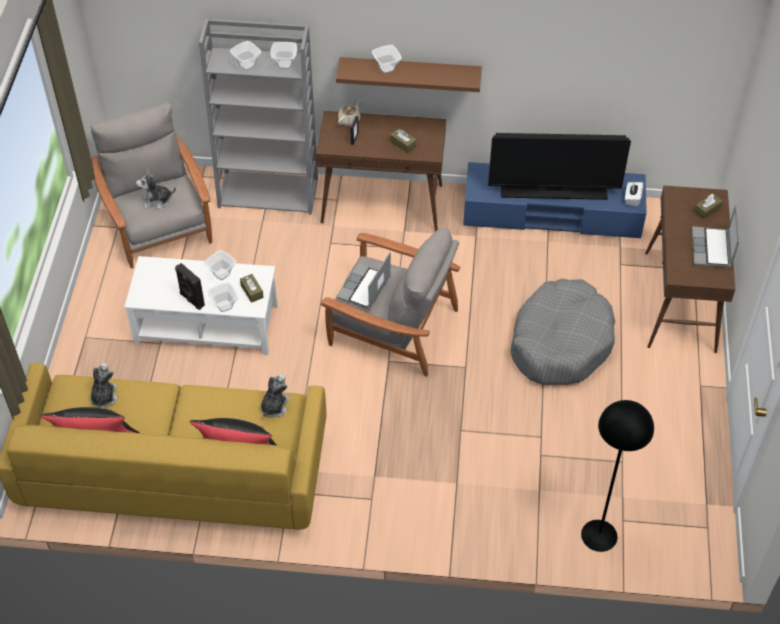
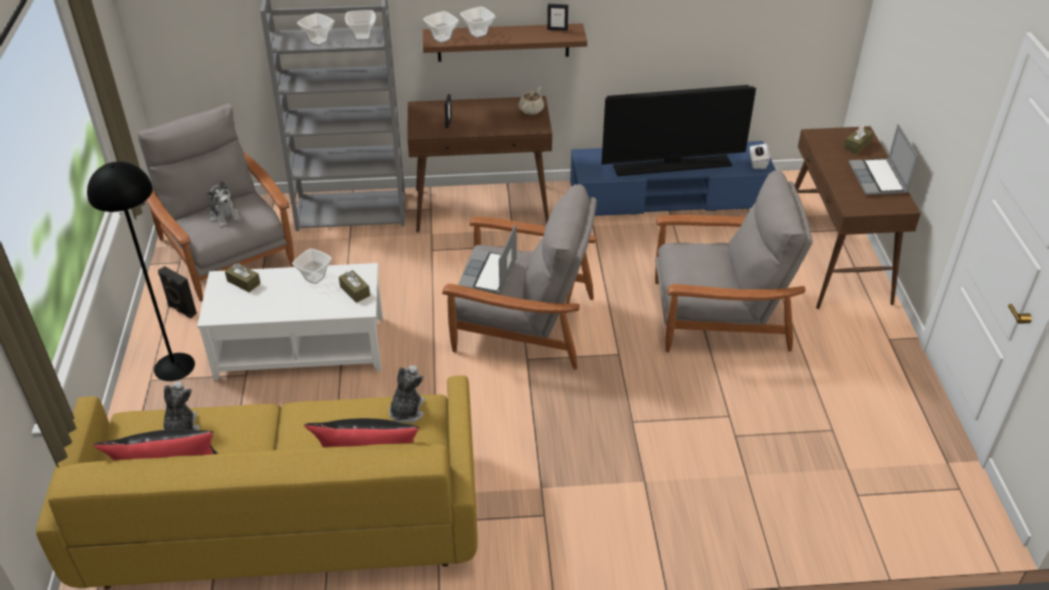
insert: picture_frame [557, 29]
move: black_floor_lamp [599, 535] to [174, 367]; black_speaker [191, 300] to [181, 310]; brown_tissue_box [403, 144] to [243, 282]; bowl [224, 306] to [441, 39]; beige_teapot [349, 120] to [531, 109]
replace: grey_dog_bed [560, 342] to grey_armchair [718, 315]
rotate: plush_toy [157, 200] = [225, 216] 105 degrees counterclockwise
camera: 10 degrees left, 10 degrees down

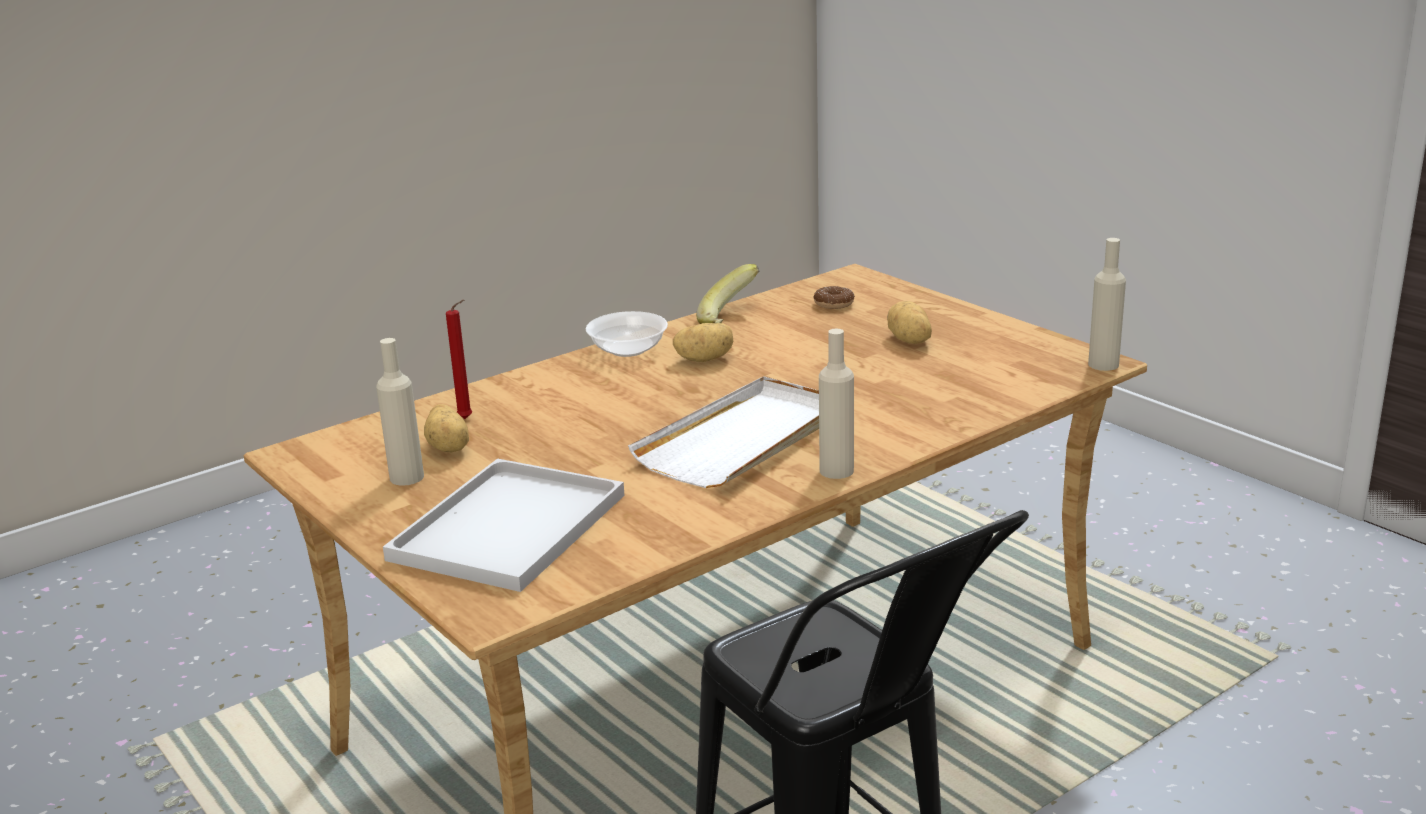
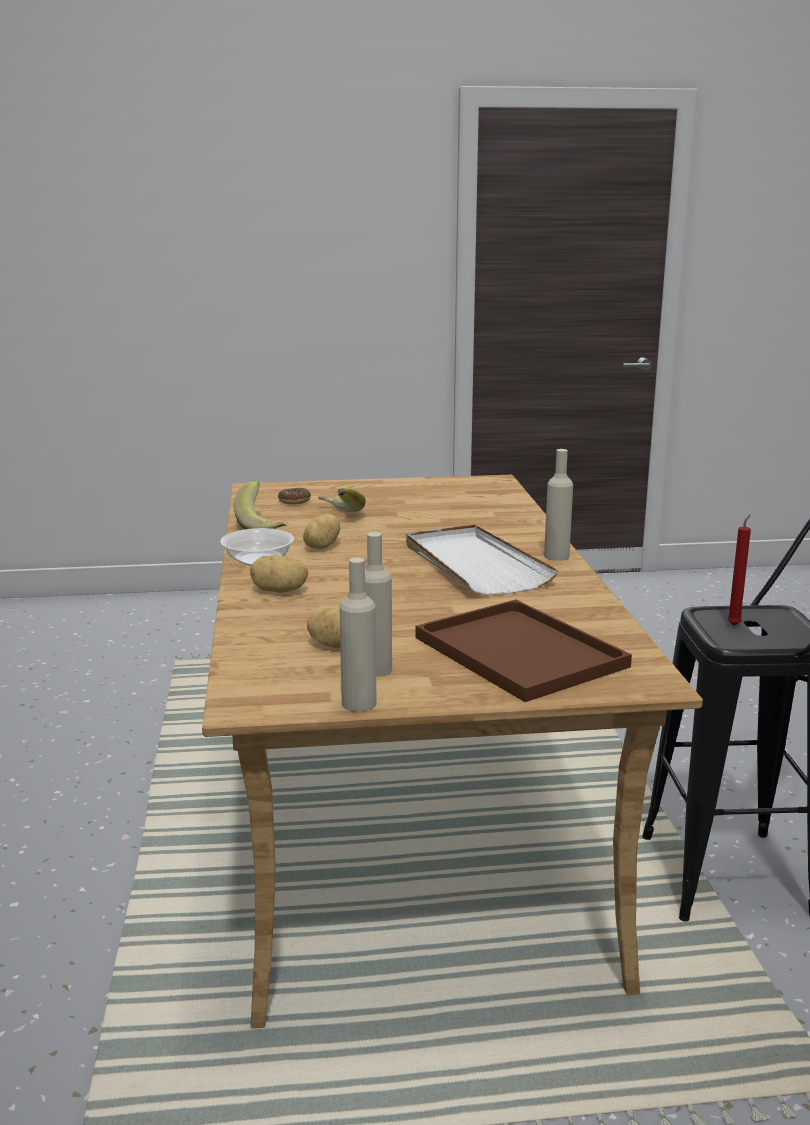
insert: banana [337, 516]
move: potato [909, 341] to [279, 591]; beige_bottle [1103, 364] to [359, 703]; red_candle [467, 419] to [734, 624]
recolor: white_tray [509, 524] to brown_tray [515, 651]
camera: 60 degrees left, 5 degrees down

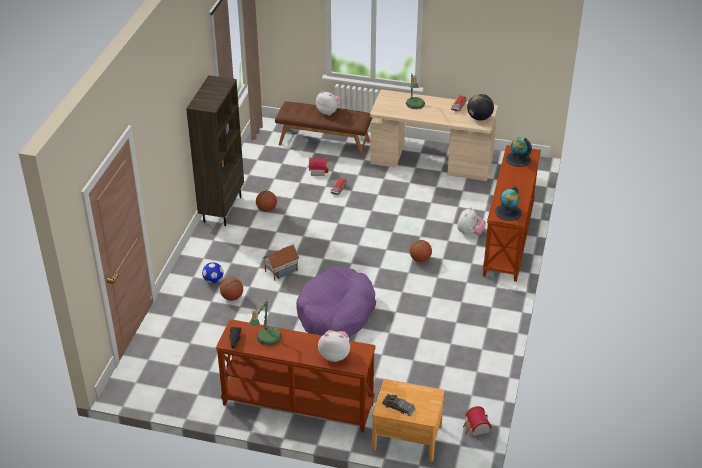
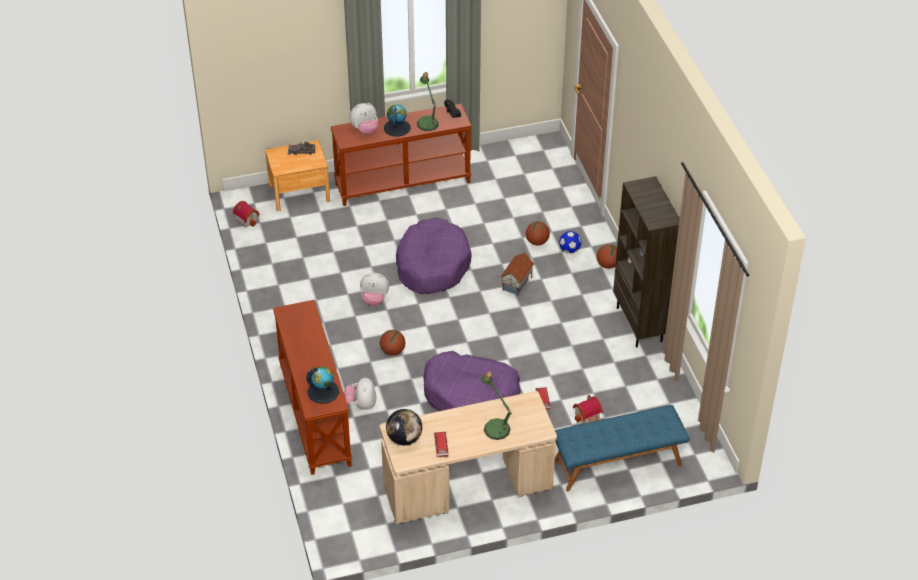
insert: purple_dog_bed [471, 394]
move: plush_toy [328, 112] to [374, 299]; globe [508, 212] to [397, 128]; basketball [266, 209] to [607, 265]
recolor: brown_bench [324, 142] to blue_bench [618, 463]
camera: 150 degrees right, 5 degrees up

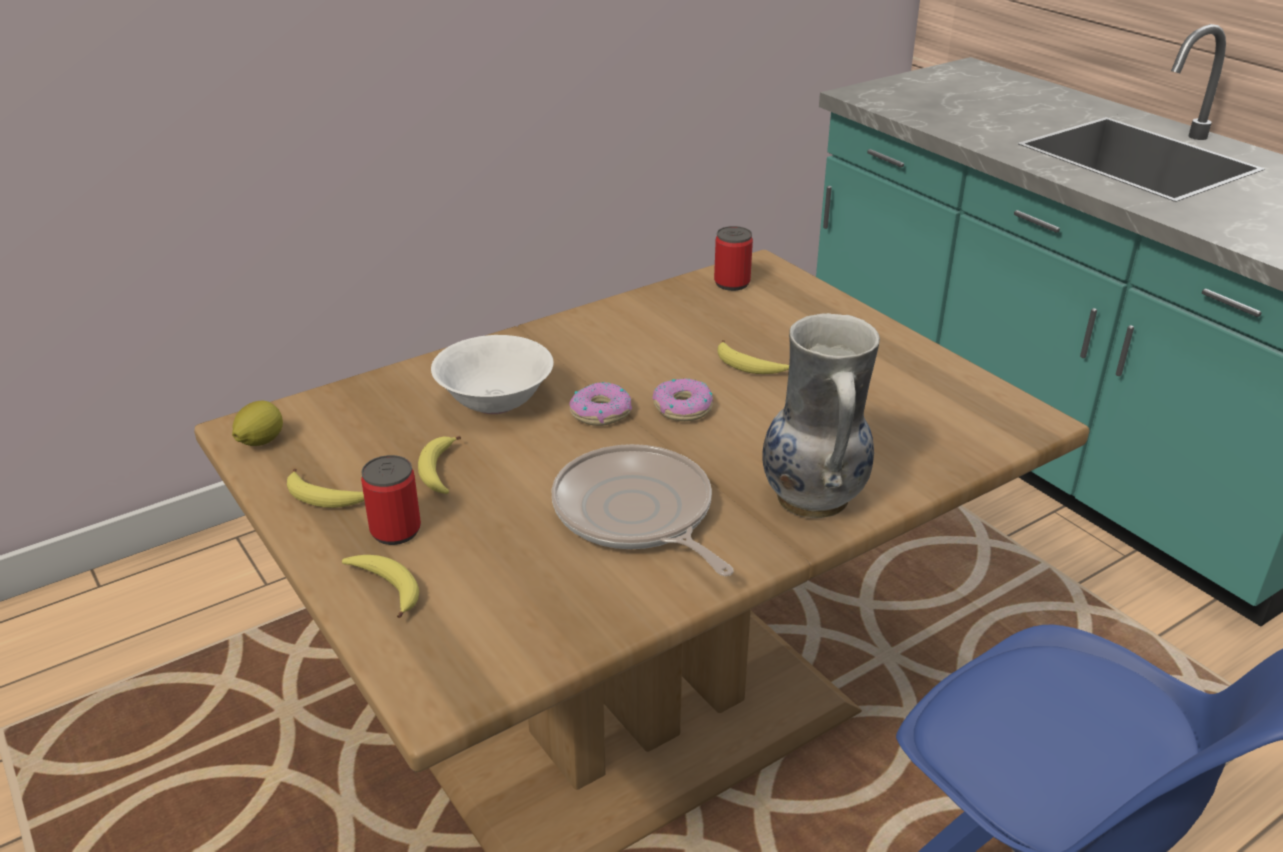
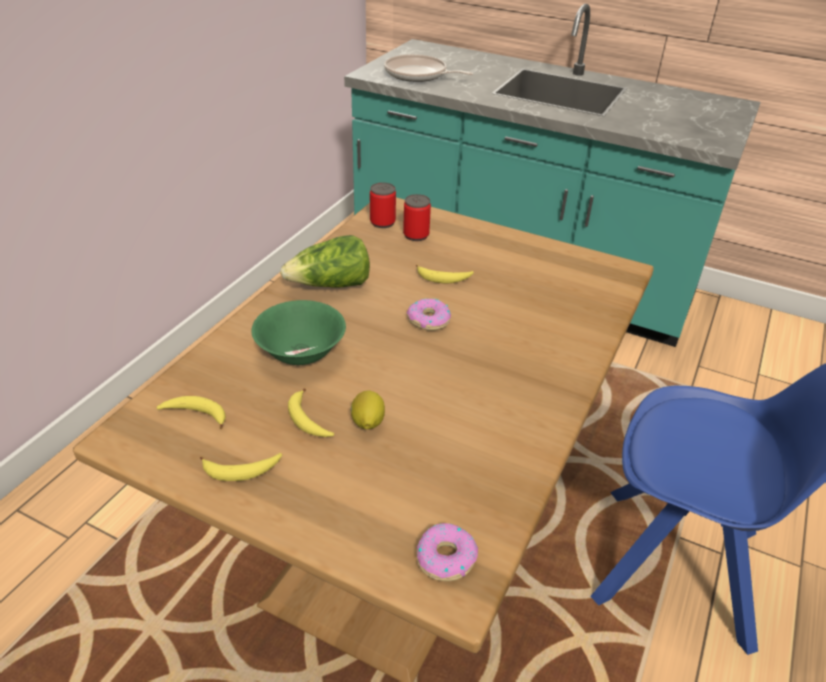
delete: vase [815, 498]
insert: lettuce [331, 285]
move: banana [386, 588] to [196, 415]; lemon [260, 442] to [367, 423]; frying_pan [636, 515] to [418, 75]; can [395, 530] to [416, 235]; donut [600, 412] to [445, 557]
recolor: white_bowl [495, 402] to green_bowl [300, 353]
camera: 30 degrees left, 5 degrees up

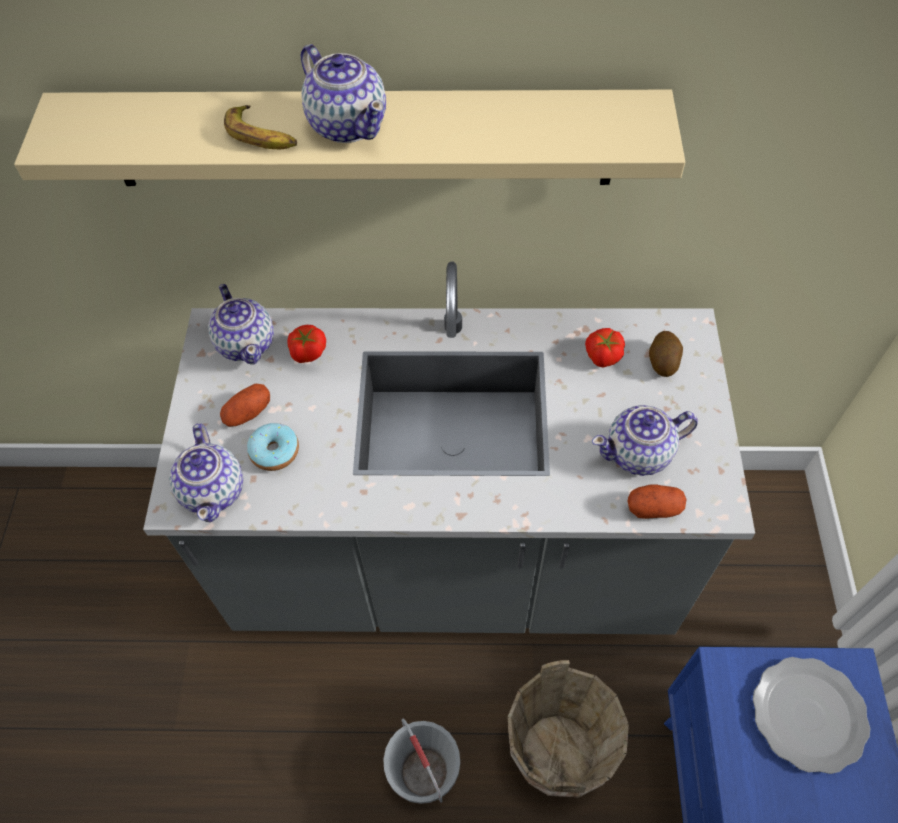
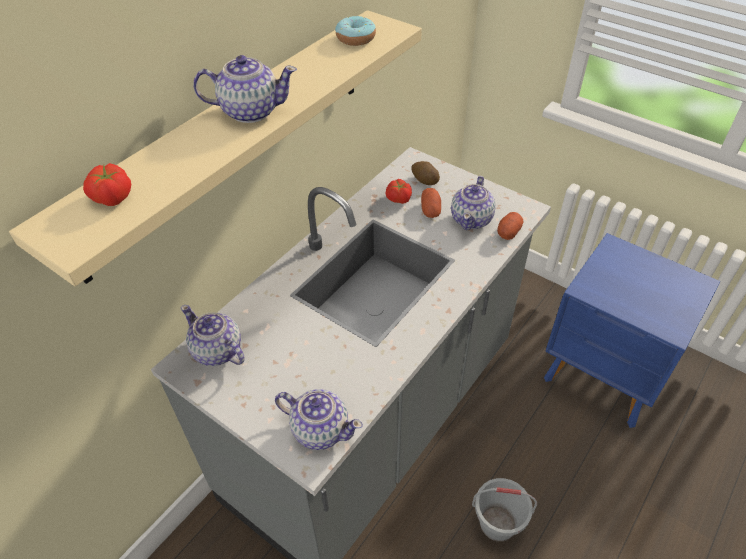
delete: banana [262, 136]; brown_bucket [558, 753]; plate [806, 715]
move: tomato [307, 351] to [112, 197]; donut [274, 452] to [355, 38]; potato [248, 413] to [430, 210]
rotate: teapot [246, 343] = [217, 351] 150 degrees counterclockwise
camera: 55 degrees left, 10 degrees down

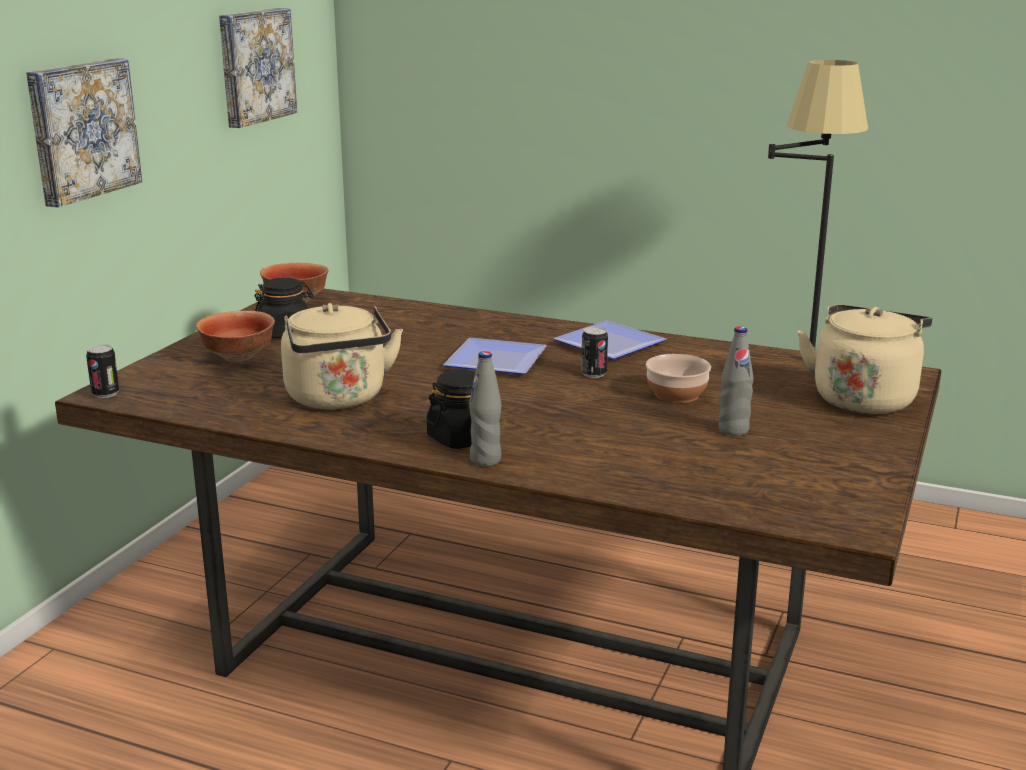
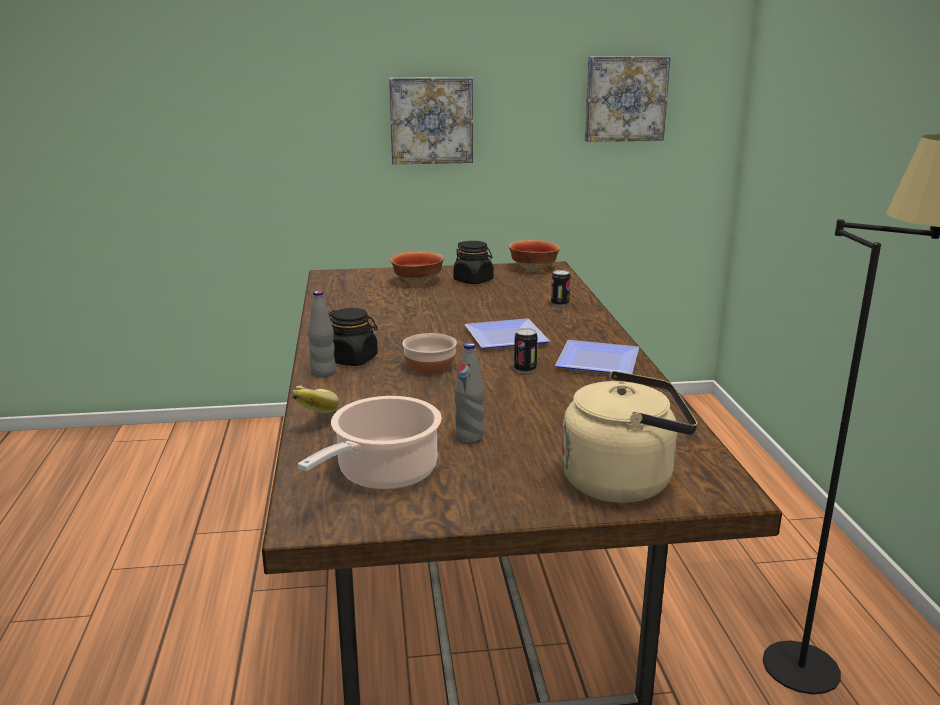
delete: beige_kettle [338, 399]
insert: banana [307, 415]; cooking_pot [383, 474]
move: bowl [675, 394] to [429, 366]; can [105, 393] to [560, 304]
camera: 60 degrees right, 0 degrees up

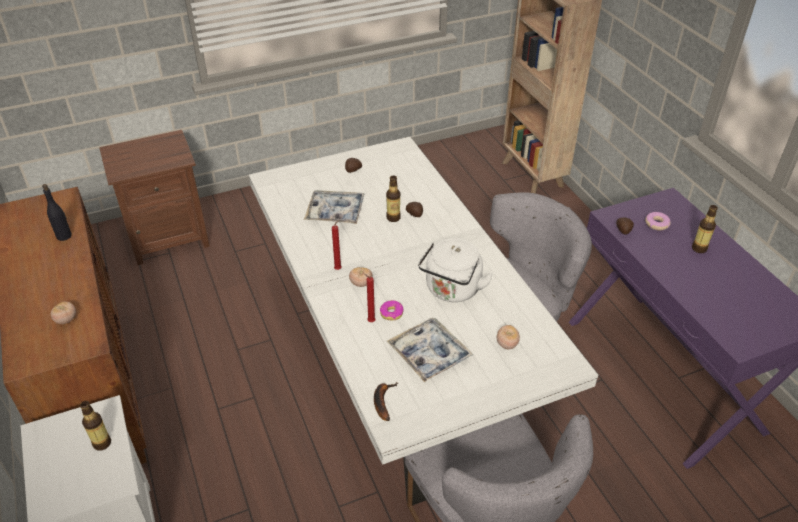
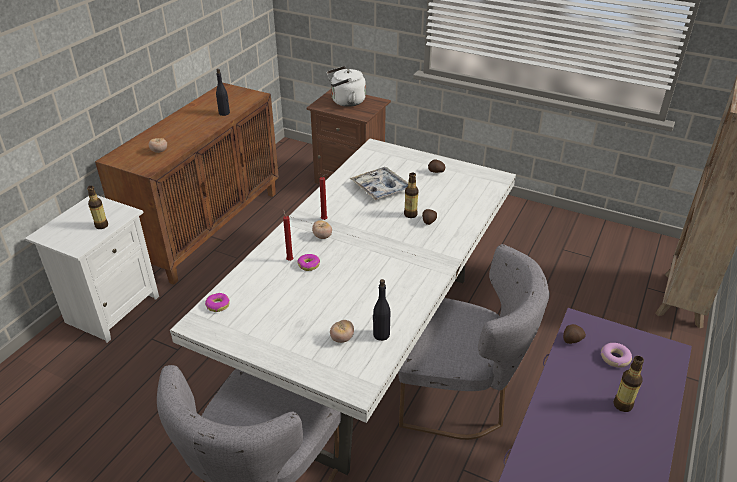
delete: tray [429, 354]
insert: black_bottle [381, 335]
move: white_kettle [452, 290] to [346, 102]
replace: banana [382, 401] to donut [218, 305]
camera: 50 degrees right, 5 degrees down

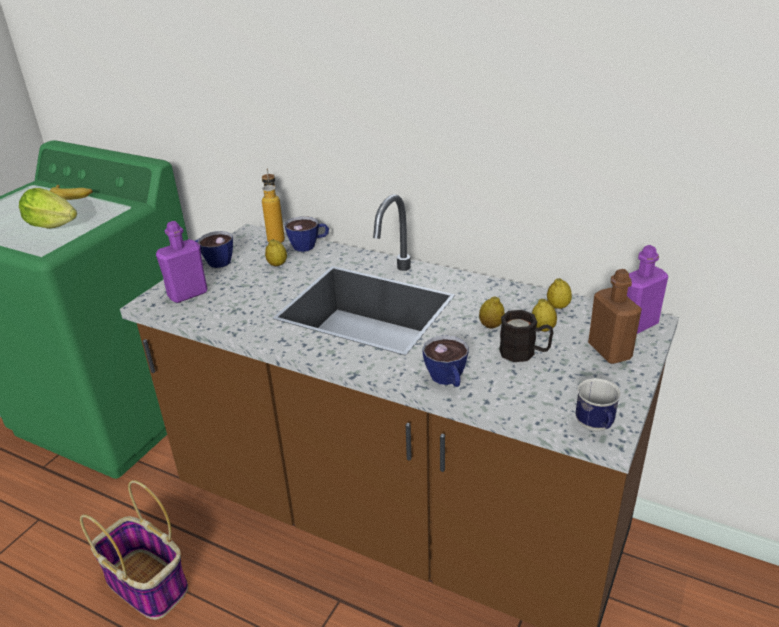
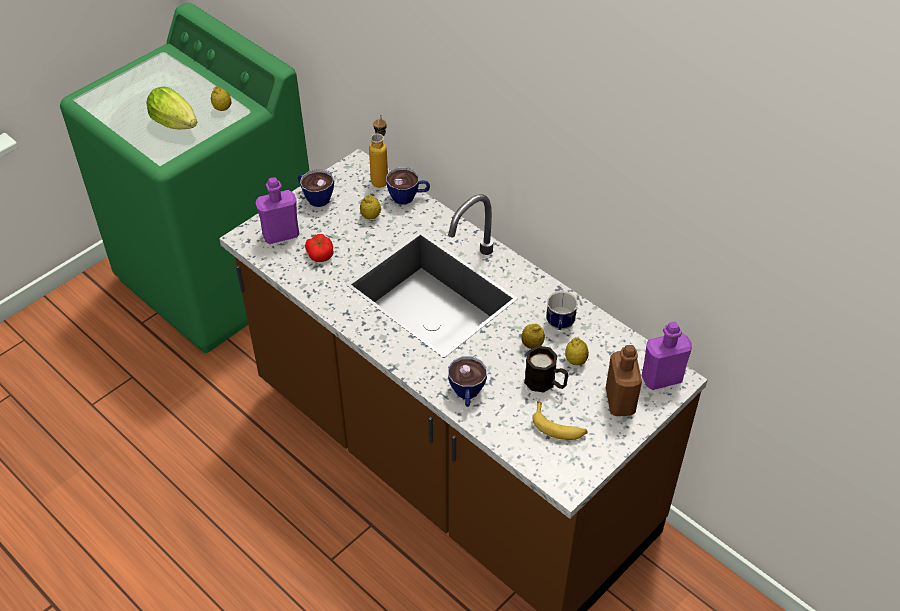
delete: basket [148, 584]
insert: tomato [320, 254]
move: lemon [558, 306] to [222, 108]; banana [72, 195] to [558, 427]; mug [596, 428] to [559, 326]
camera: 15 degrees right, 15 degrees up

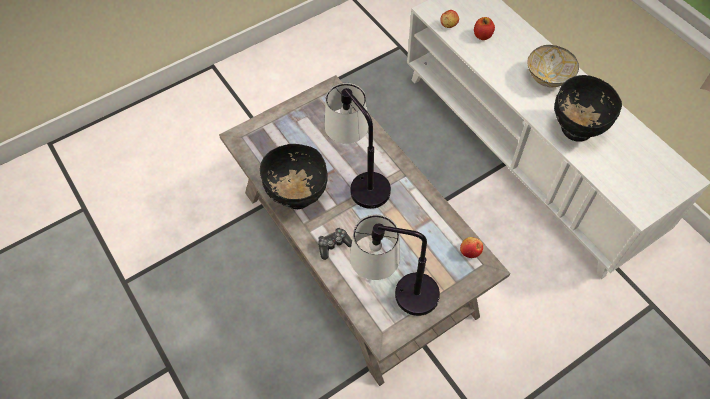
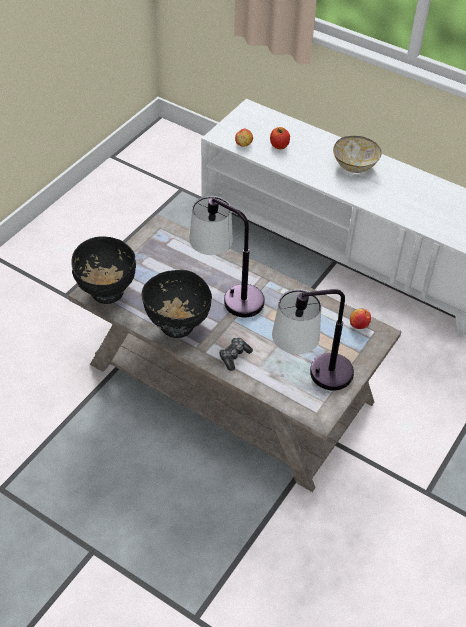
move: black_bowl [575, 129] to [106, 293]
camera: 25 degrees left, 10 degrees down

